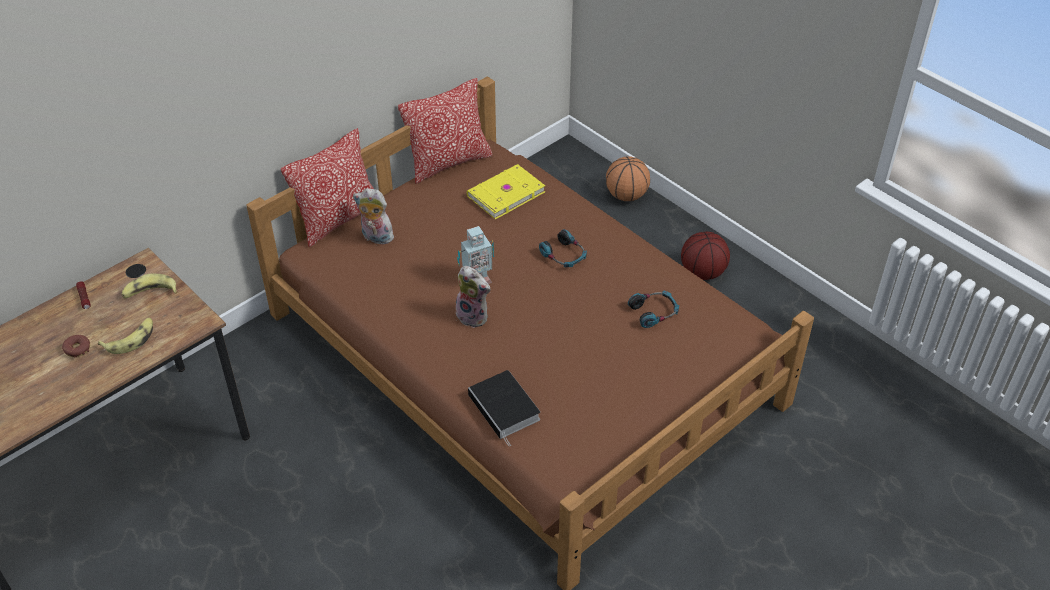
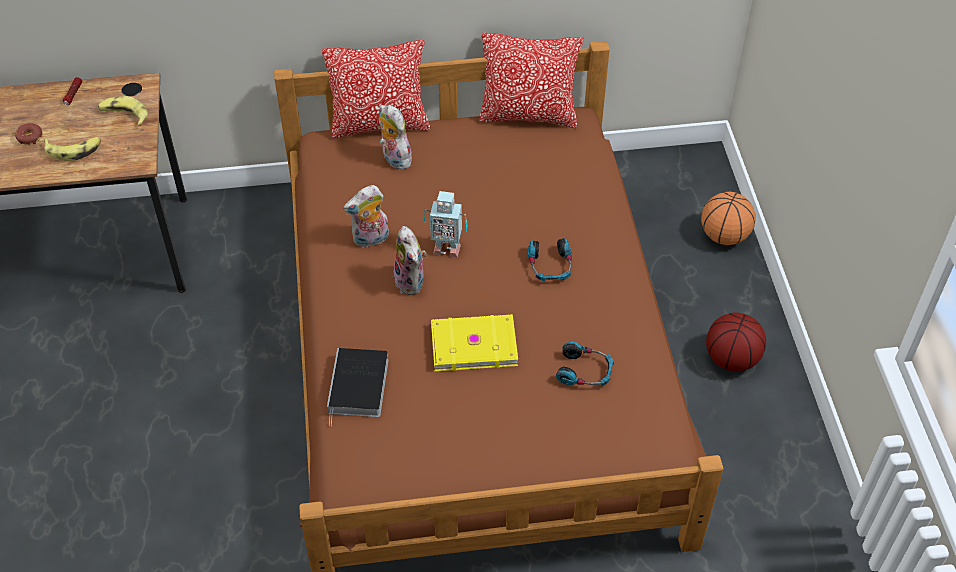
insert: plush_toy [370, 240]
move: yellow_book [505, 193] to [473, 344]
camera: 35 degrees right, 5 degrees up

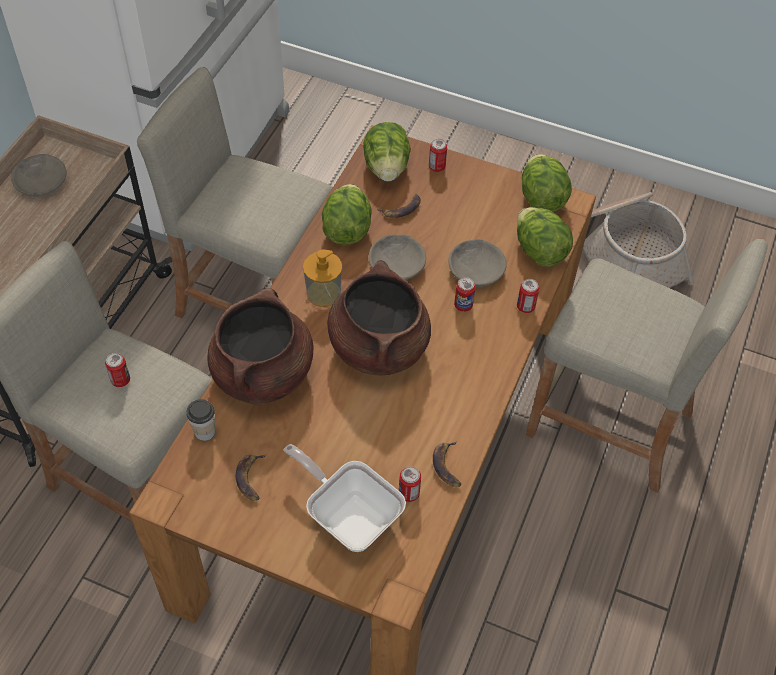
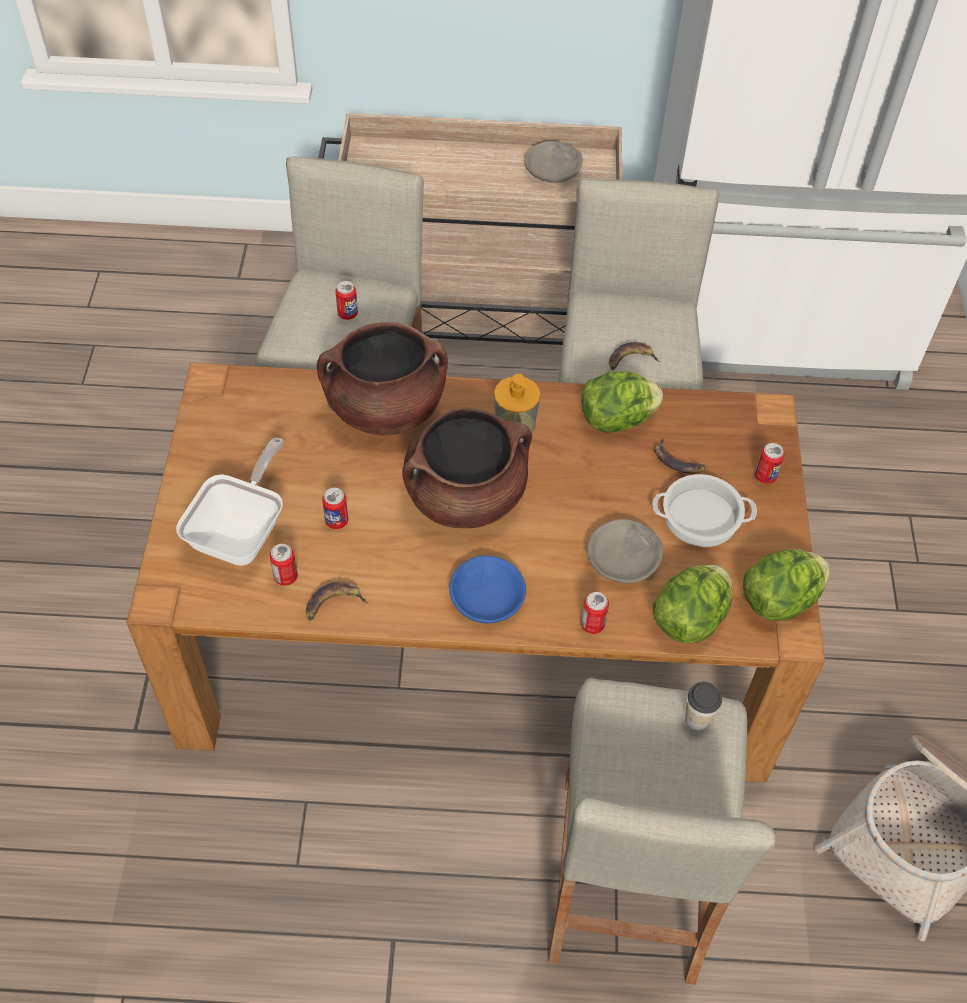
delete: lettuce [386, 168]; grey_bowl [397, 264]
insert: blue_bowl [486, 596]; cooking_pot [700, 517]
move: can [463, 305] to [337, 521]; banana [251, 478] to [630, 359]; cup [204, 431] to [697, 719]
camera: 70 degrees right, 0 degrees up

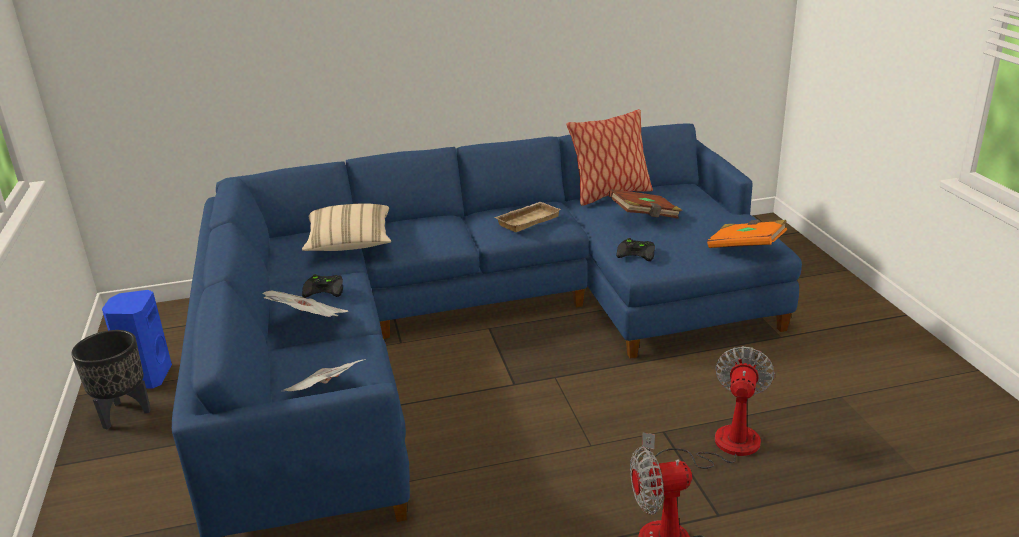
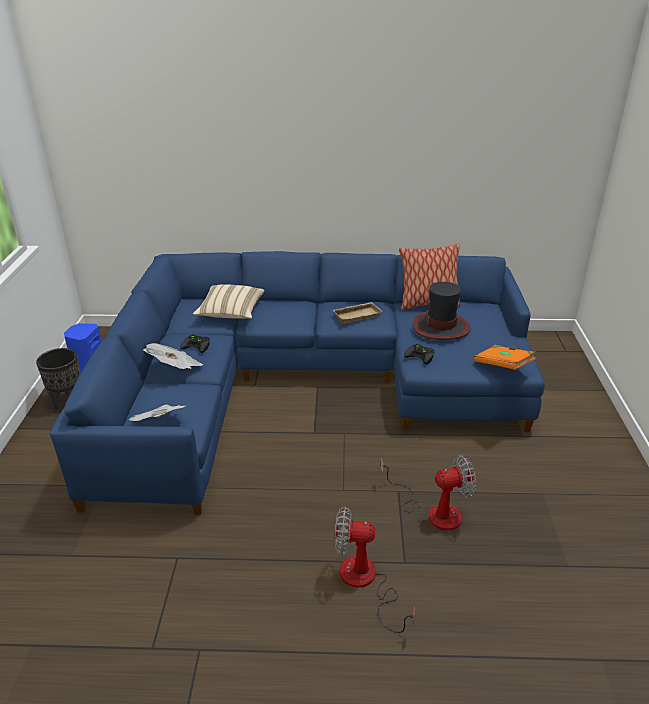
replace: brown_book [645, 216] to hat [441, 327]
rotate: fan [722, 446] = [434, 511] 45 degrees clockwise
camera: 15 degrees right, 5 degrees up

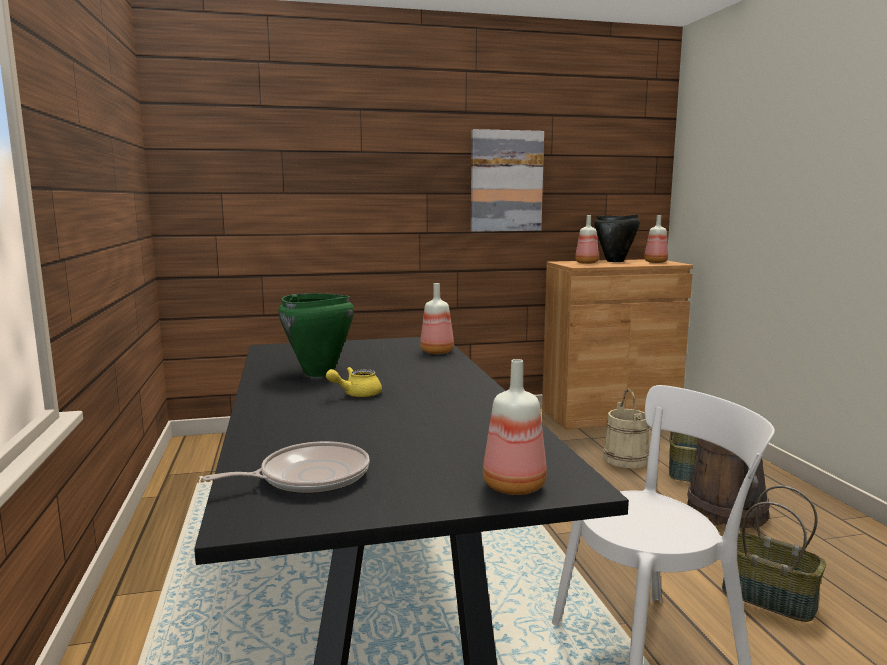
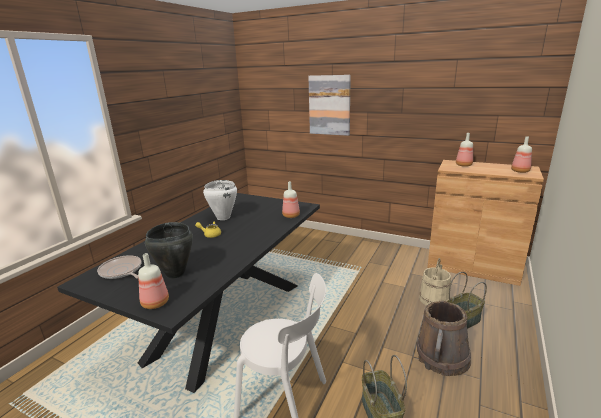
move: black_cooking_pot [615, 261] to [175, 274]; picture [506, 181] to [329, 105]
recolor: green_cooking_pot [319, 373] to white_cooking_pot [223, 217]
rotate: frying_pan [309, 477] = [121, 271] 150 degrees counterclockwise
camera: 40 degrees right, 10 degrees up

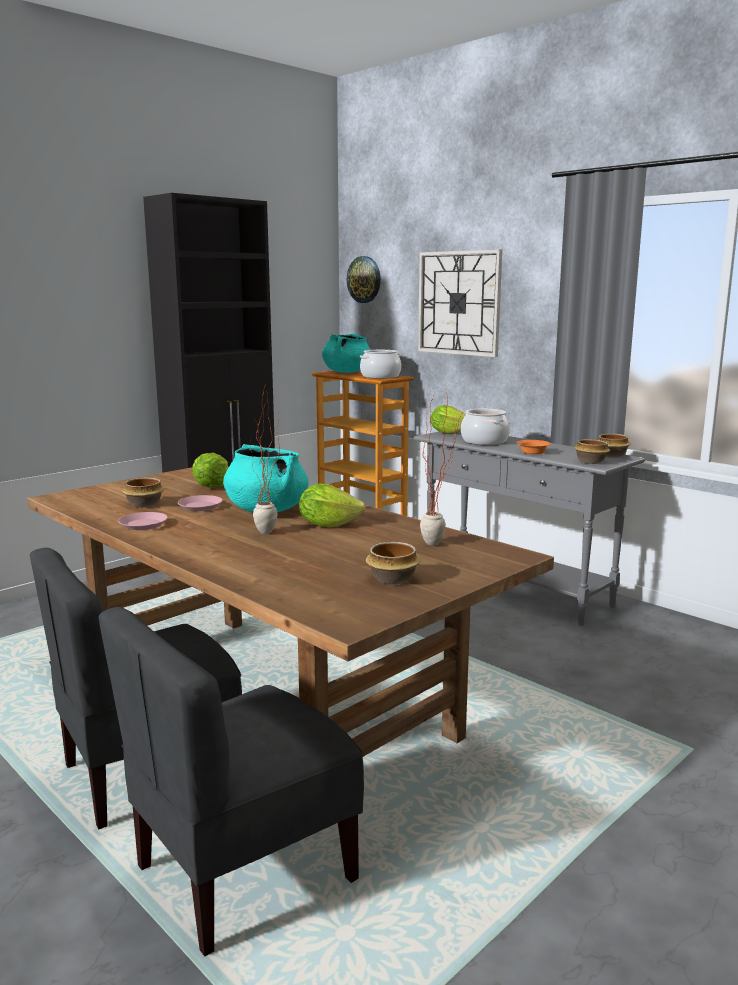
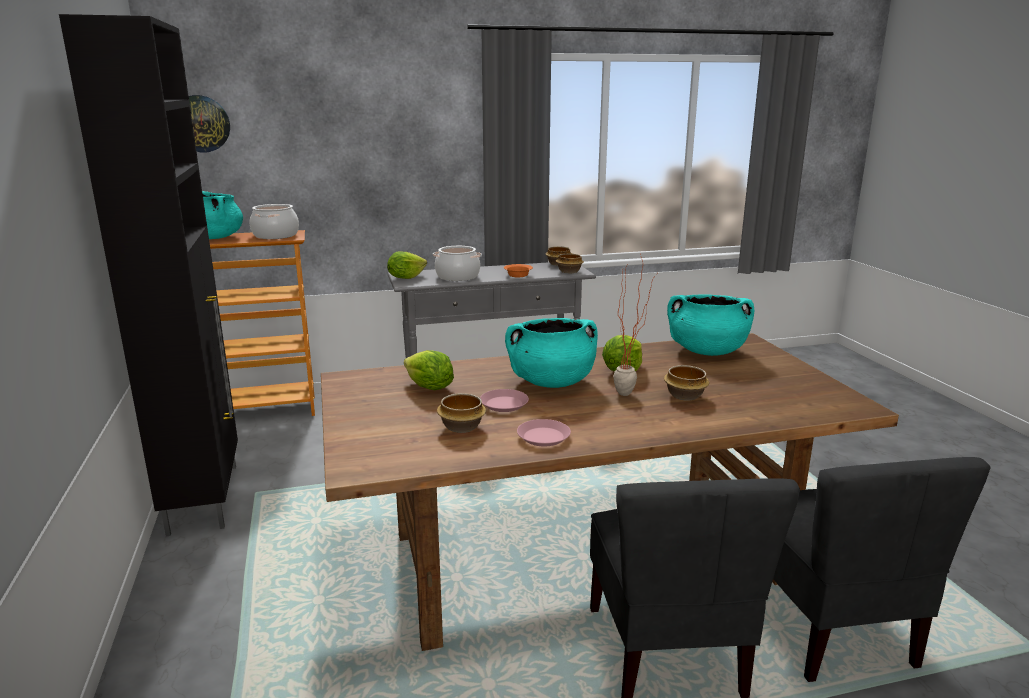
delete: wall_clock [459, 303]
move: bowl [394, 579] to [685, 395]
replace: potted_plant [440, 544] to turquoise_cooking_pot [706, 351]
camera: 60 degrees left, 5 degrees up

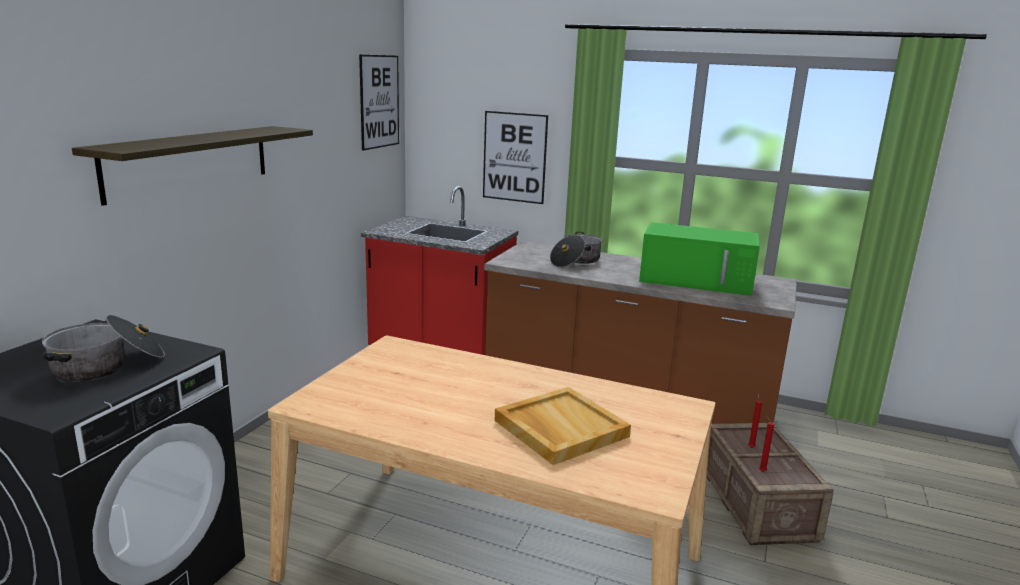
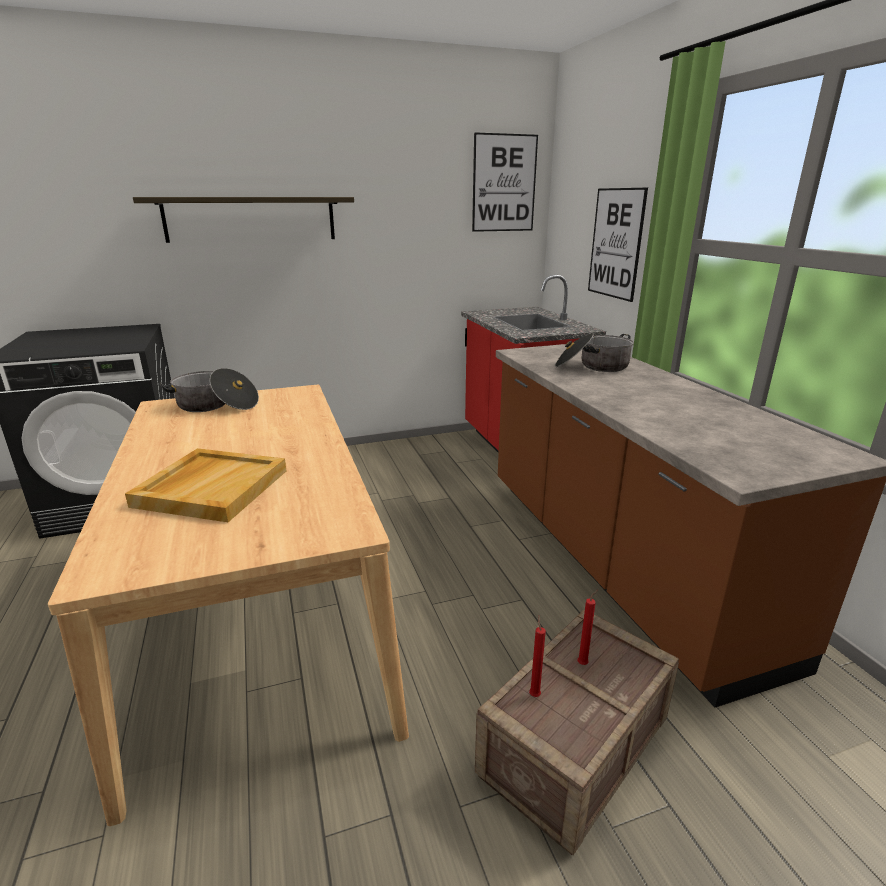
delete: green_microwave [697, 280]
move: cooking_pot [108, 366] to [215, 405]
camera: 50 degrees right, 5 degrees up

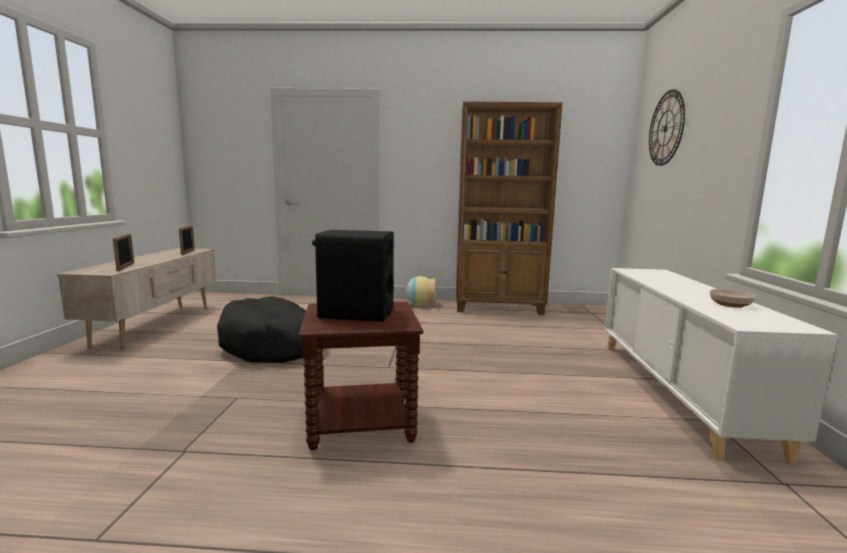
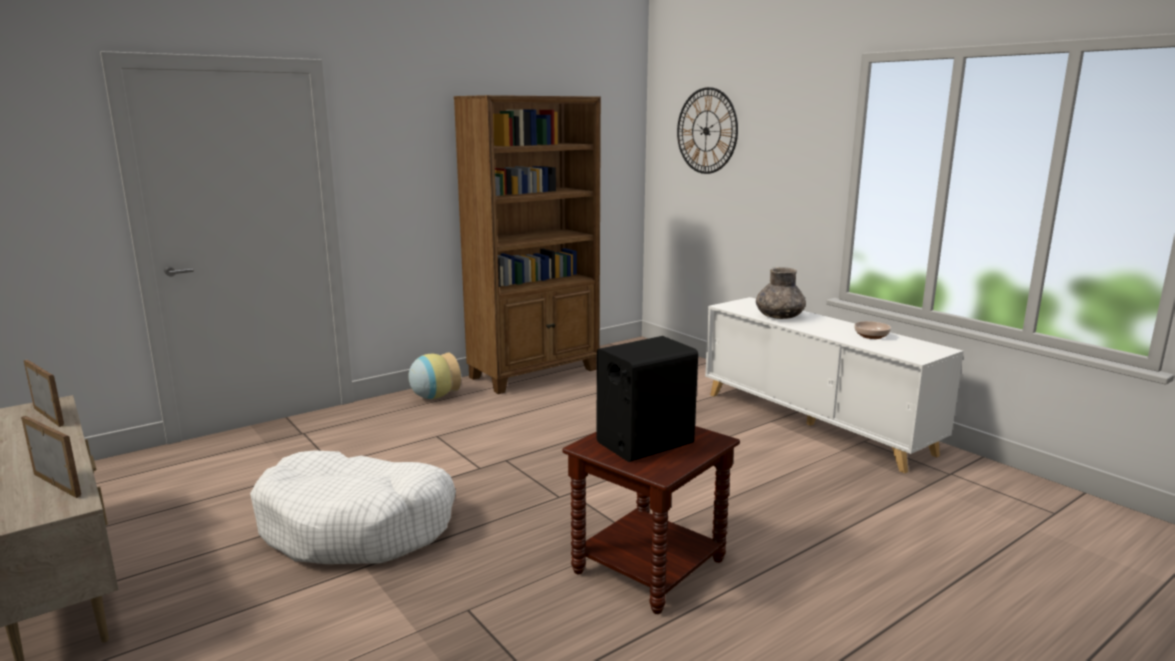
insert: grey_vase [779, 317]
recolor: black_dog_bed [274, 345] to white_dog_bed [357, 527]
camera: 40 degrees left, 5 degrees up

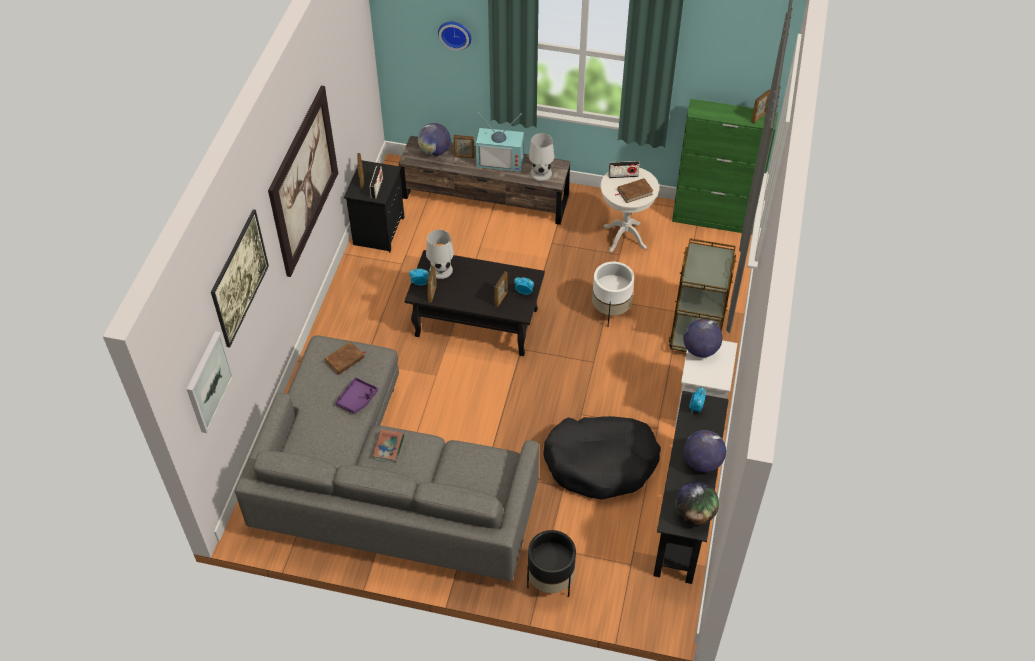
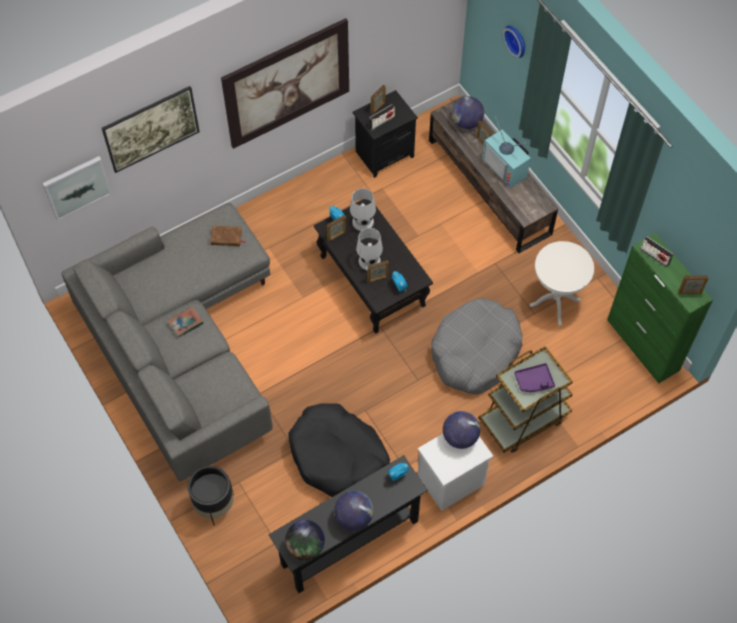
delete: brown_book [634, 192]
move: white_table_lamp [541, 173] to [369, 261]; purple_tray [357, 399] to [534, 381]; radio [623, 175] to [654, 256]
replace: white_planter [610, 311] to grey_dog_bed [475, 352]
camera: 45 degrees right, 10 degrees up

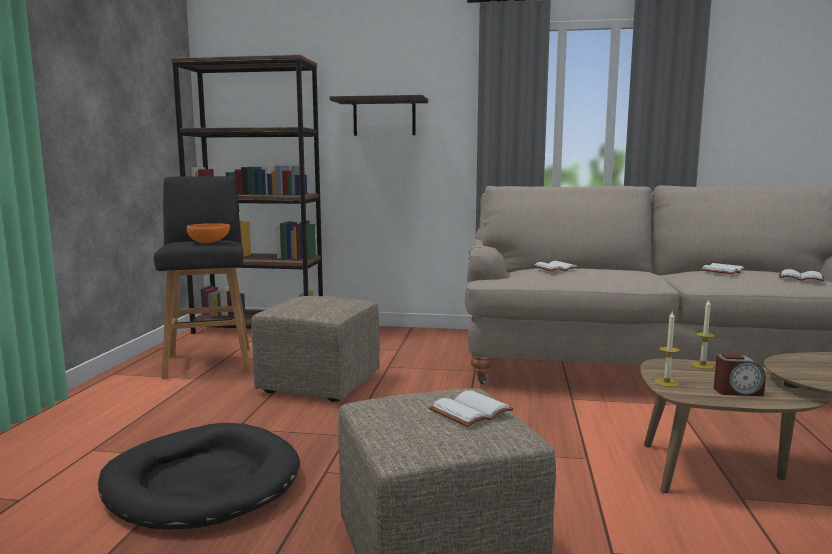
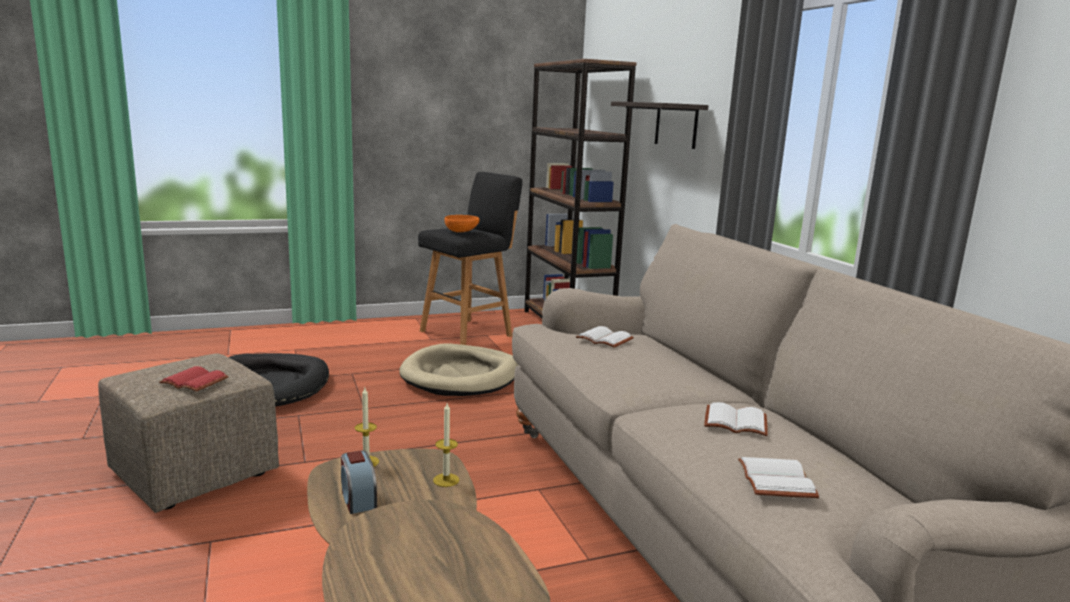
replace: beige_ottoman [320, 383] to beige_dog_bed [461, 376]
recolor: white_book [471, 412] to red_book [192, 382]
camera: 60 degrees right, 5 degrees up

